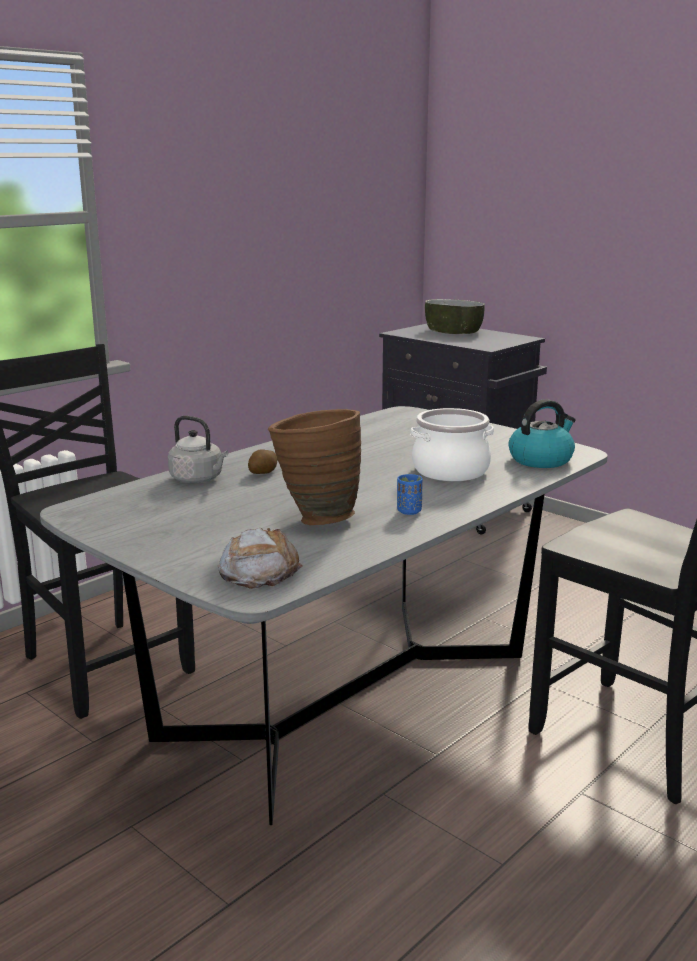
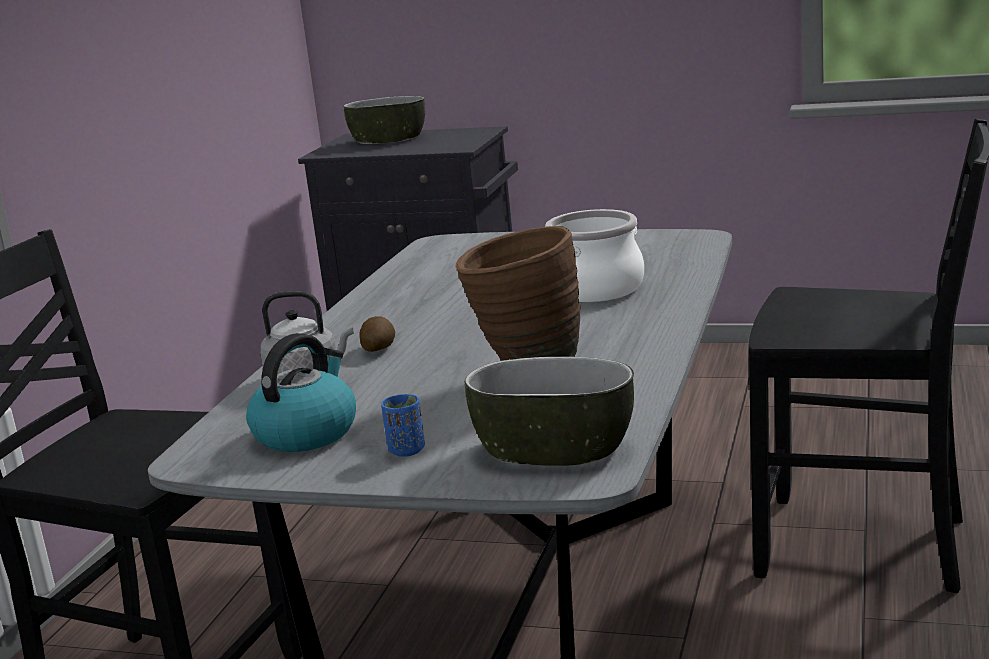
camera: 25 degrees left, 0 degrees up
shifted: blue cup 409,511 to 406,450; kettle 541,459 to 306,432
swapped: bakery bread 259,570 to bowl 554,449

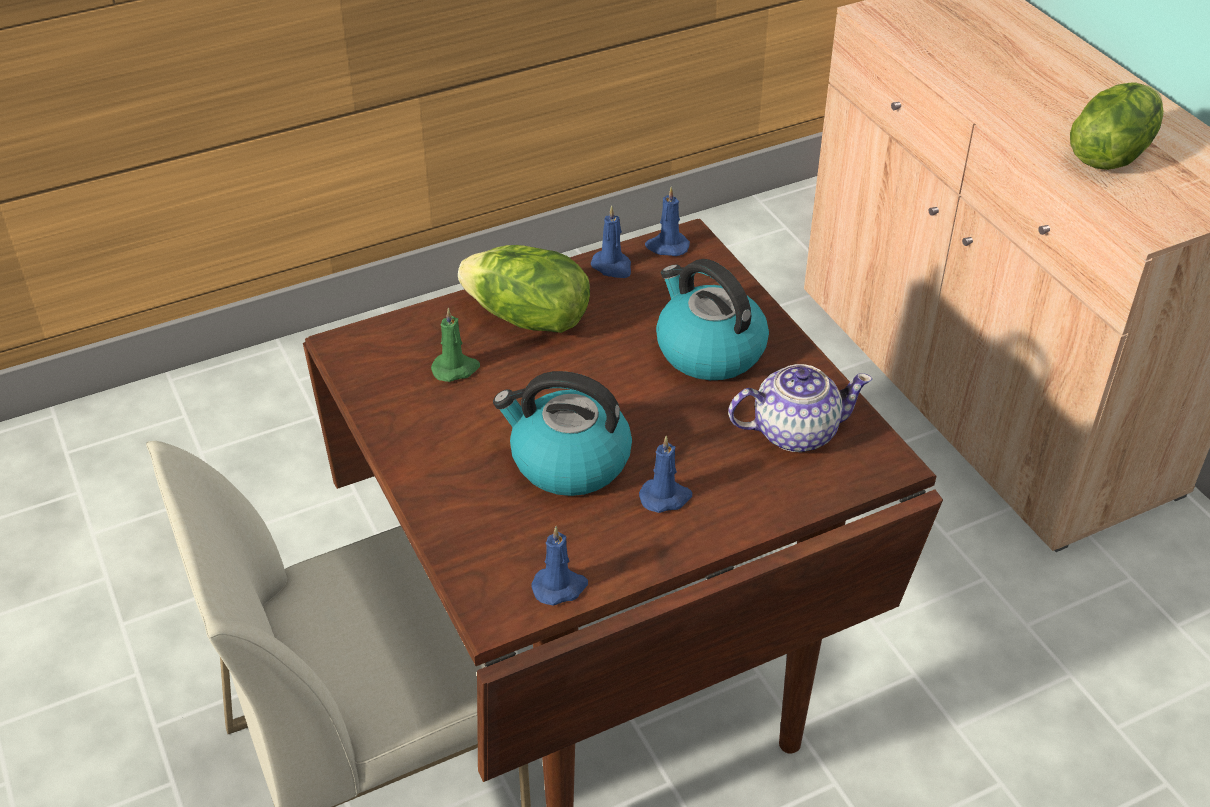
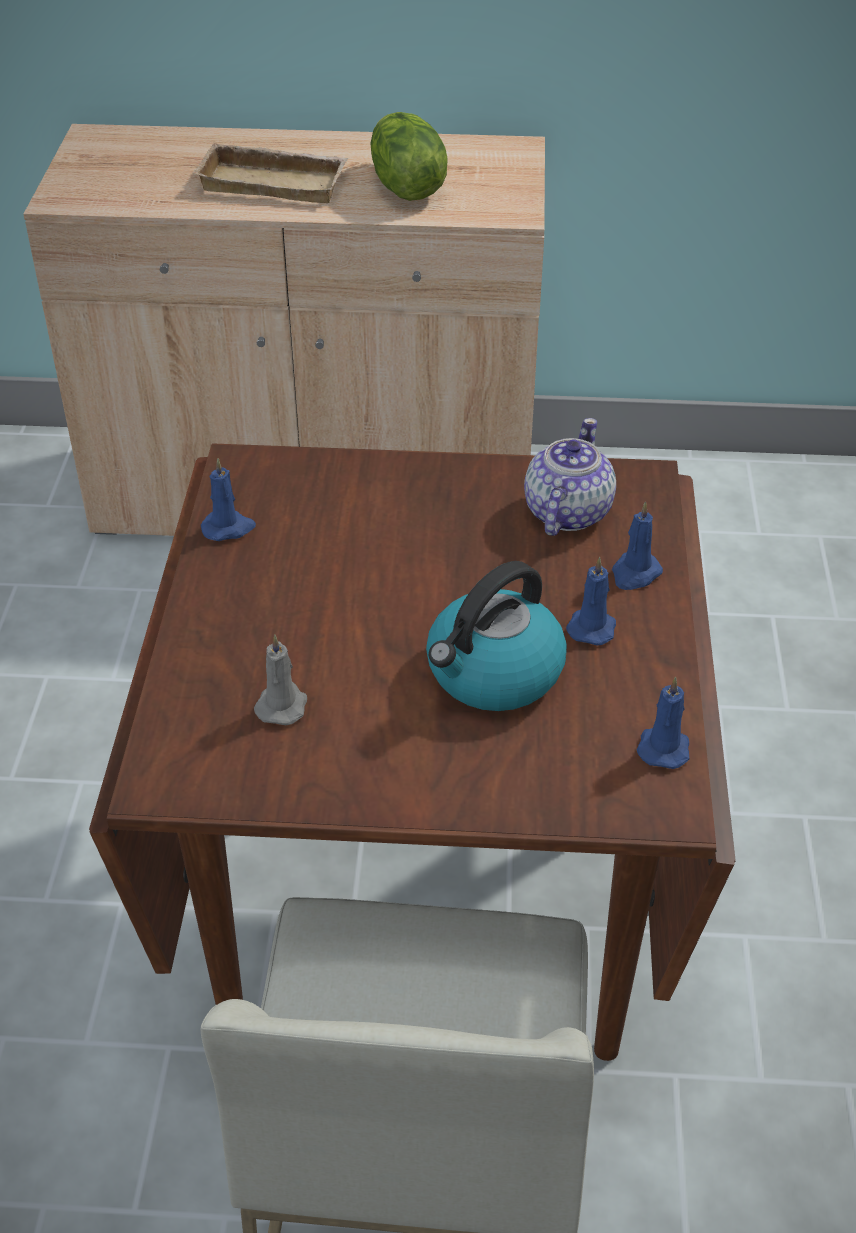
camera: 60 degrees left, 0 degrees up
gone: lettuce head 528,319; kettle 708,350
new: beige tray 275,182
shifted: blue candle 667,246 to 635,574
repainted: greenish candle 456,369 to grey candle 282,705

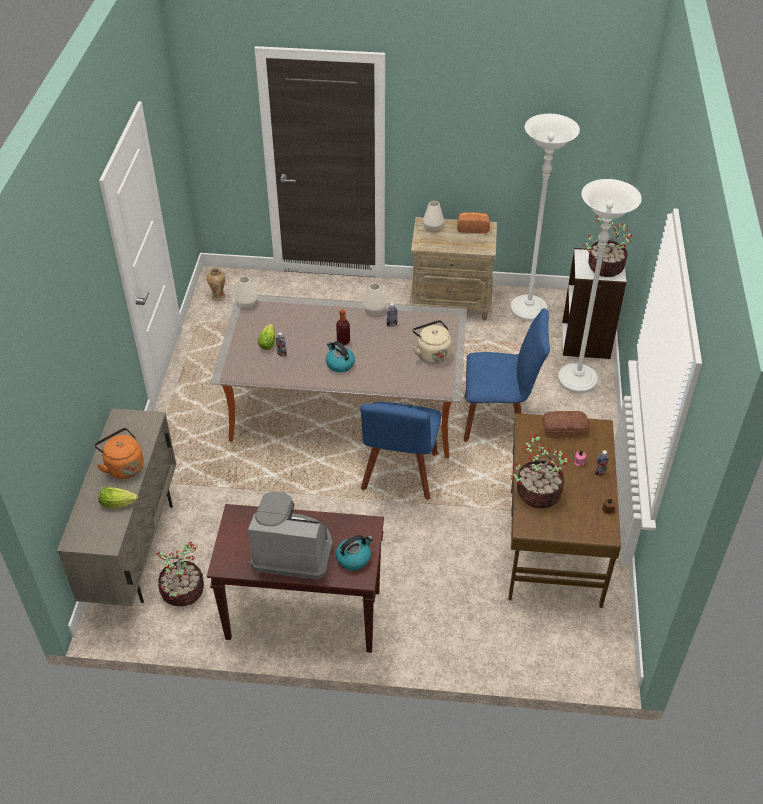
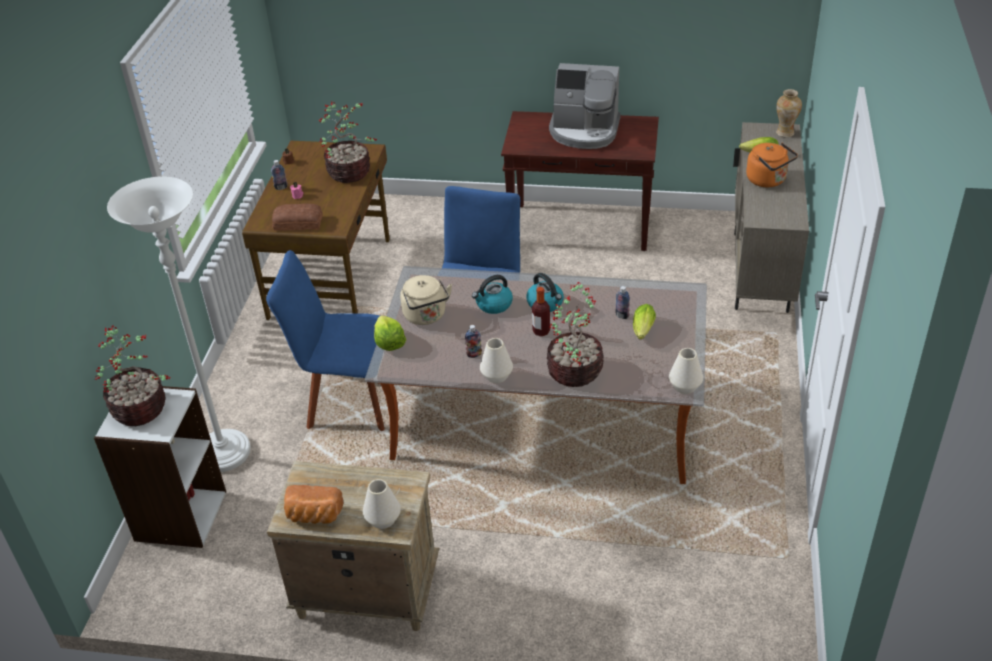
camera: 175 degrees left, 5 degrees down
gone: whitish standard lamp 528,310
new: lettuce head 389,342
shifted: potted plant 182,592 to 575,369; decorative vase 218,296 to 785,133; kettle 354,558 to 493,305

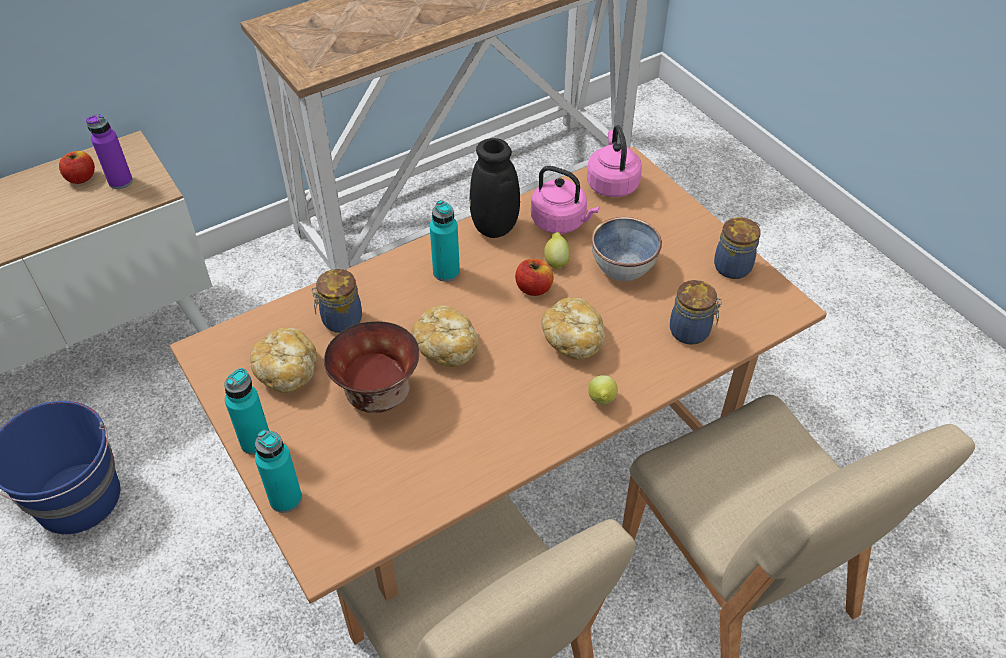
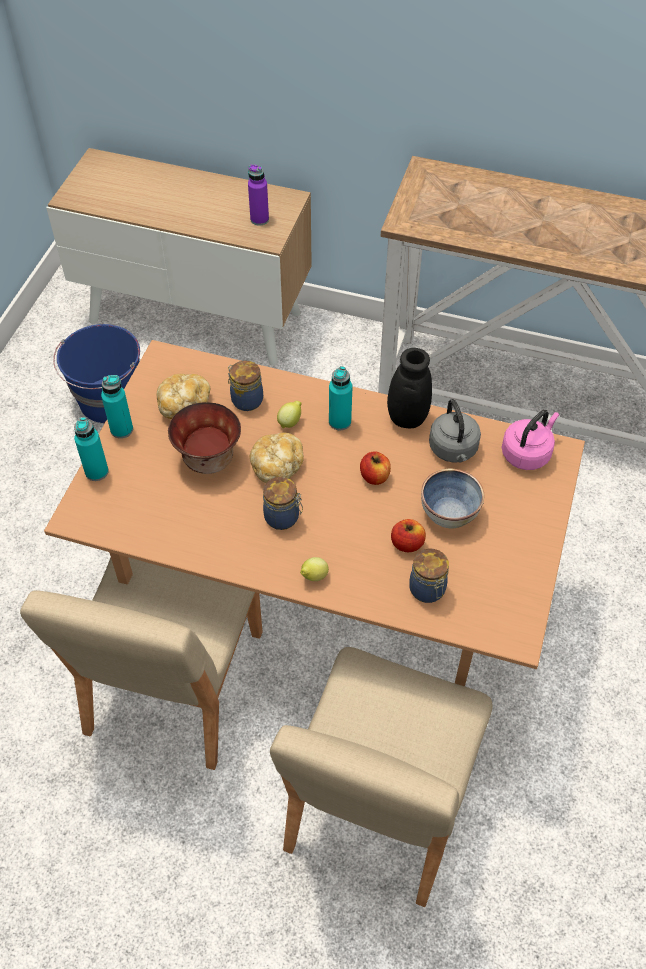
camera: 50 degrees right, 5 degrees up
gone: bakery bread 573,339
shifted: apple 81,178 to 407,543; lemon 556,261 to 290,422; jar 734,266 to 283,517
repainted: pink kettle 561,222 to grey kettle 453,450

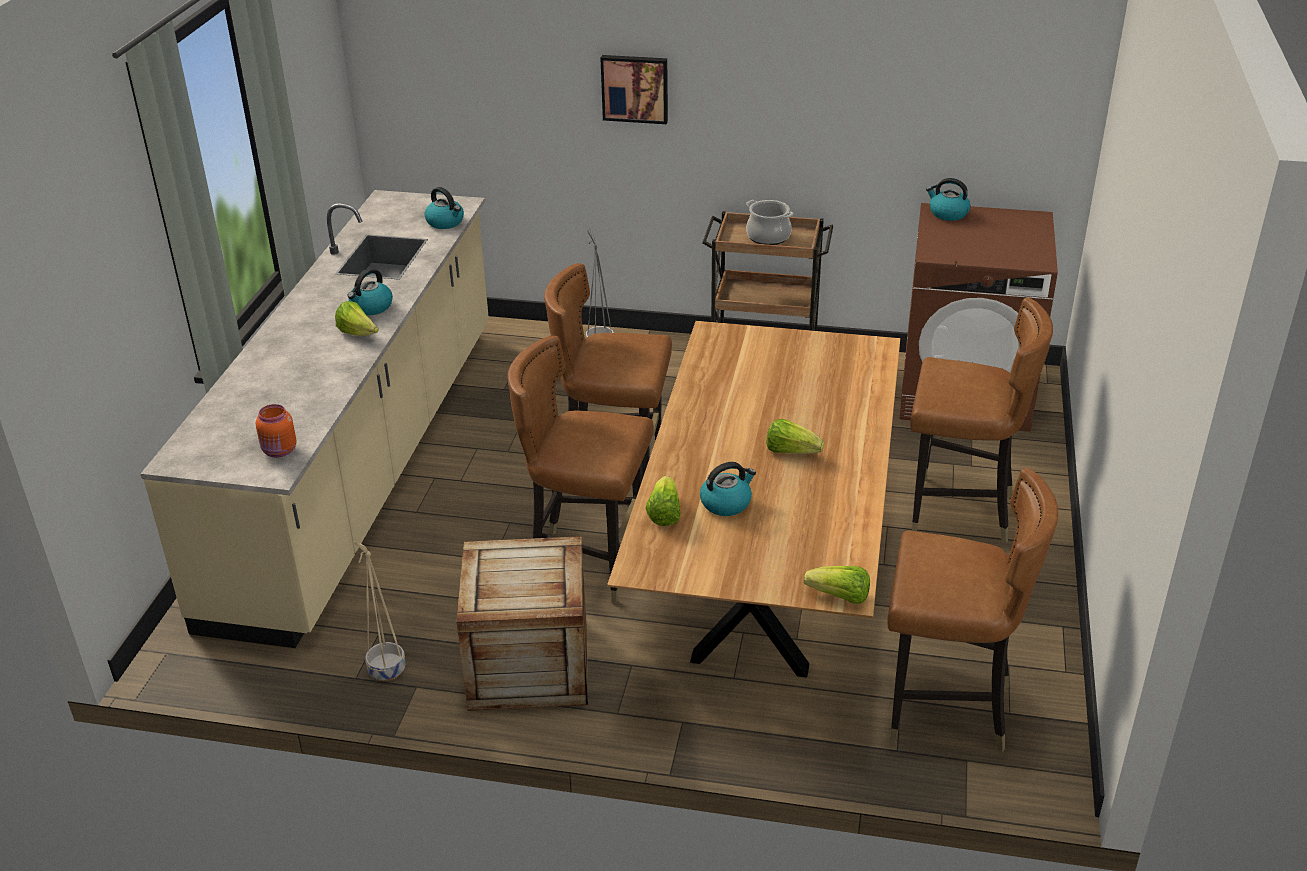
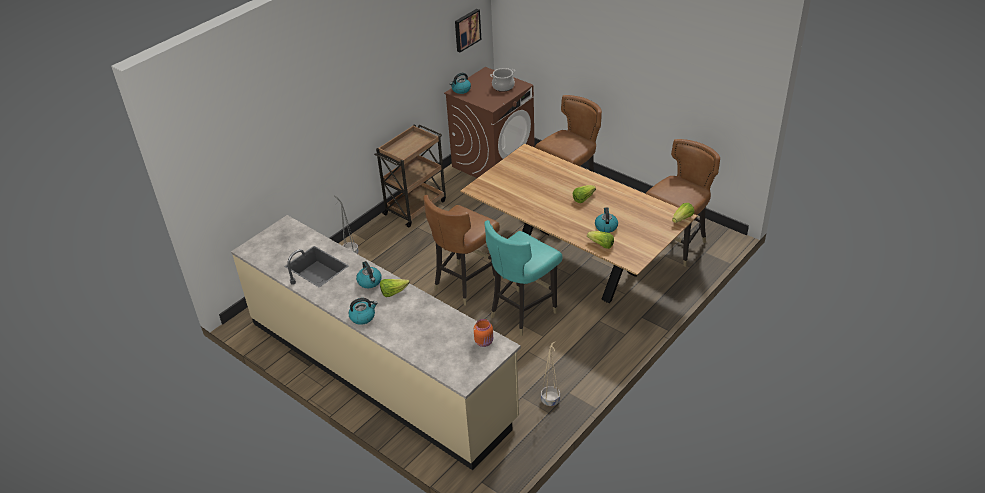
camera: 60 degrees left, 5 degrees up
gone: shipping crate 529,665
shifted: kettle 446,222 to 363,317; wall picture 635,88 to 466,30; cooking pot 768,237 to 503,86
repainted: brown chair 588,563 to turquoise chair 522,312

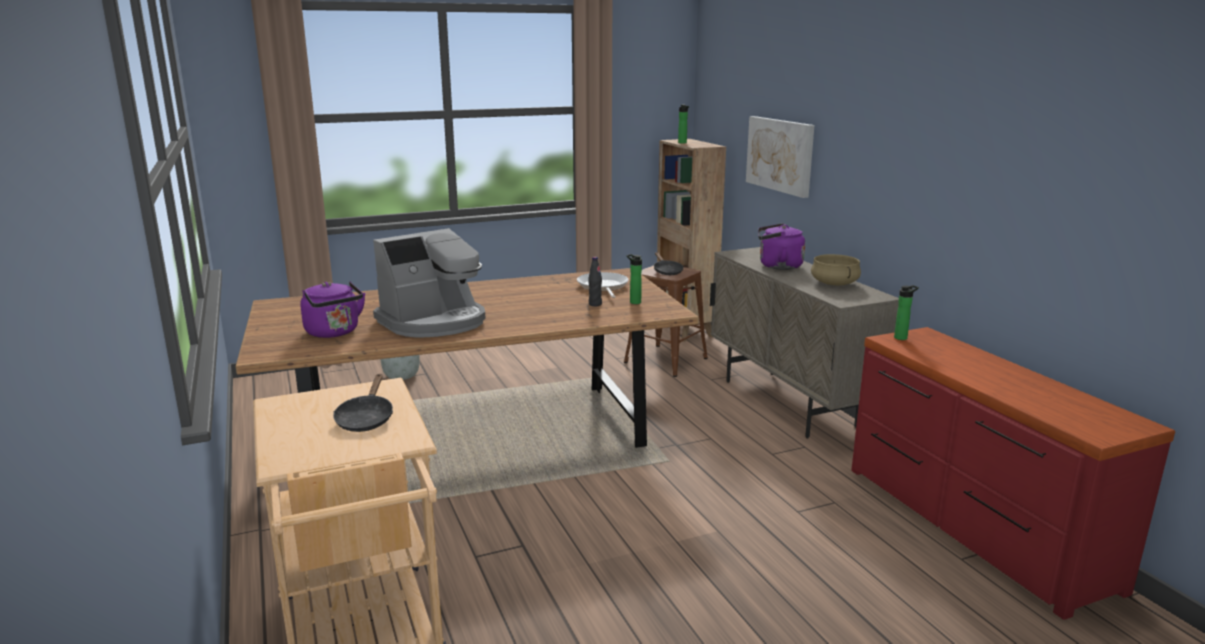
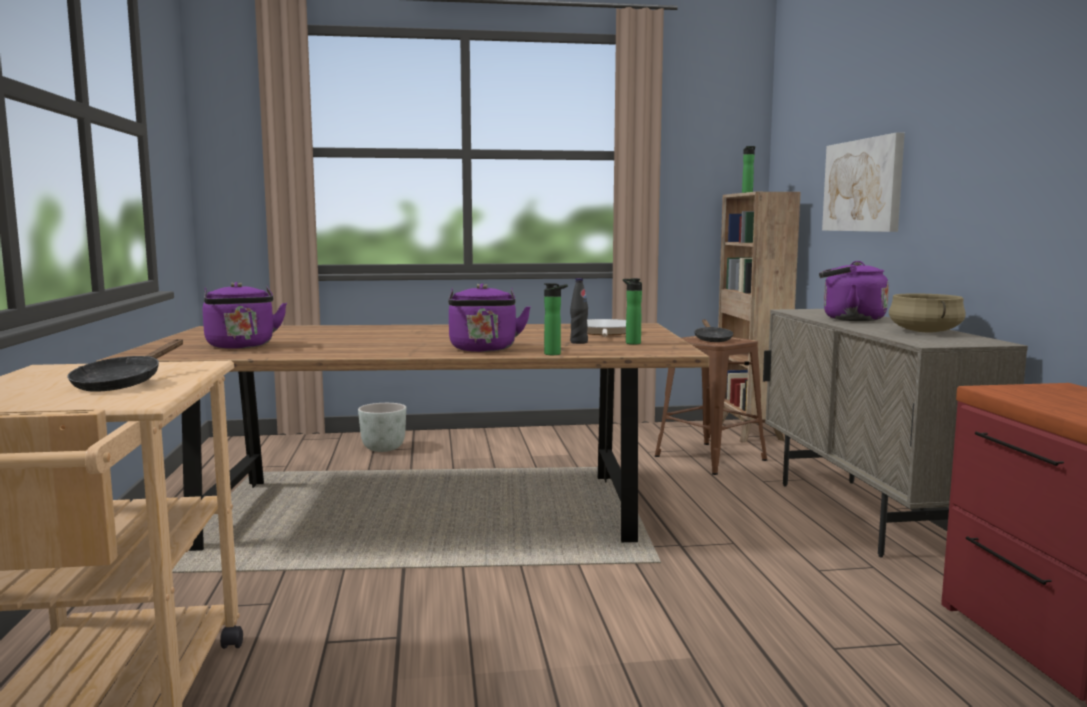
camera: 15 degrees right, 10 degrees down
gone: coffee maker 434,322
new: purple kettle 484,349
shifted: bottle 902,337 to 555,354

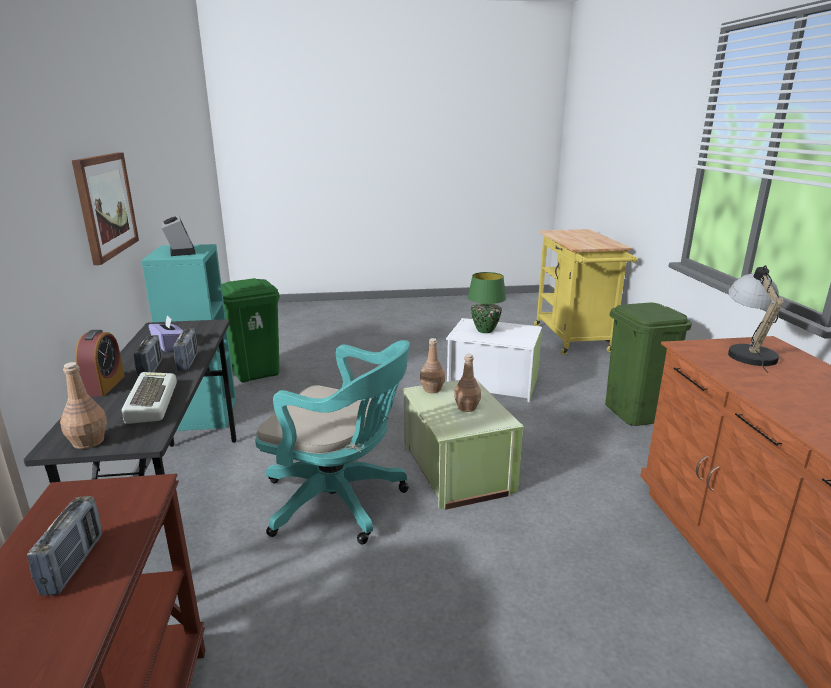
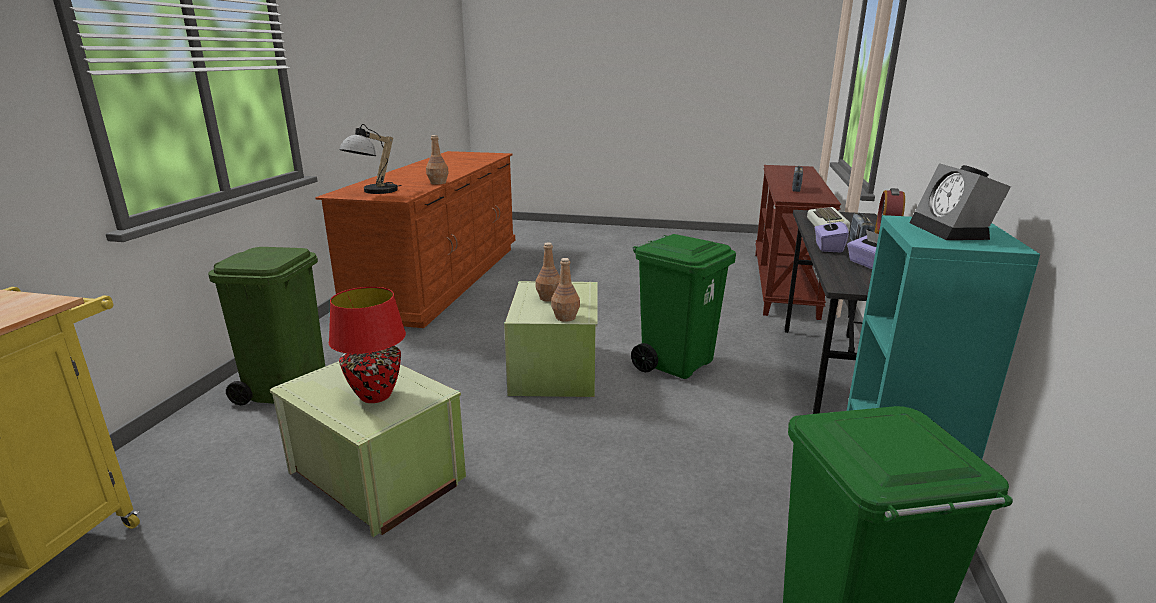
camera: 160 degrees left, 0 degrees up
gone: wall picture 105,205
shifted: brown bottle 88,442 to 438,183
swapped: radio 188,362 to purple tissue holder 828,247; turquoise desk chair 340,502 to greenish waste bin 676,363
repainted: whitish storage container 492,382 to greenish storage container 375,477; greenish tabletop lamp 485,330 to red-coloured tabletop lamp 376,395

